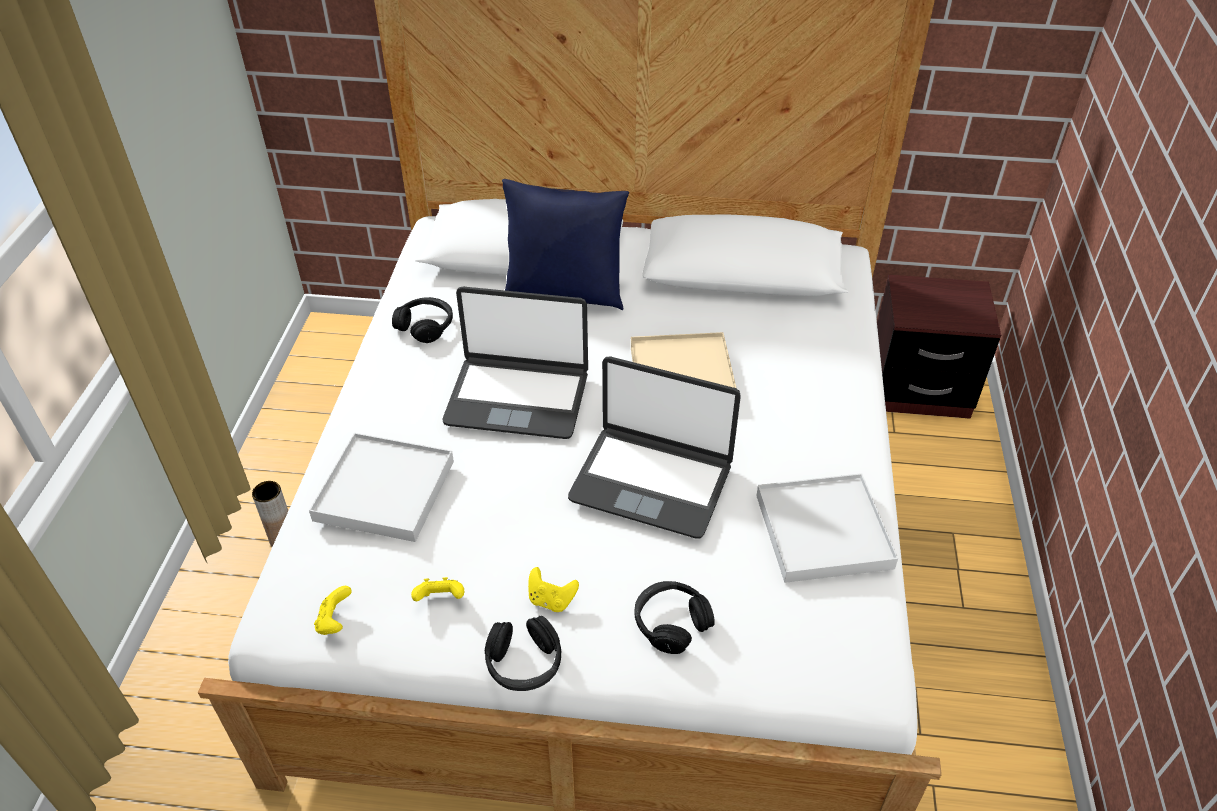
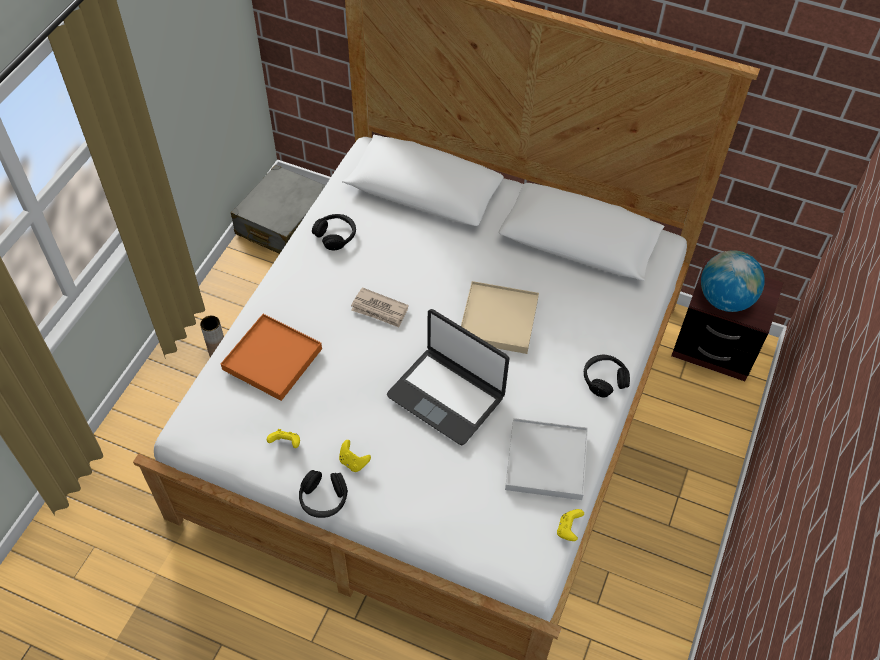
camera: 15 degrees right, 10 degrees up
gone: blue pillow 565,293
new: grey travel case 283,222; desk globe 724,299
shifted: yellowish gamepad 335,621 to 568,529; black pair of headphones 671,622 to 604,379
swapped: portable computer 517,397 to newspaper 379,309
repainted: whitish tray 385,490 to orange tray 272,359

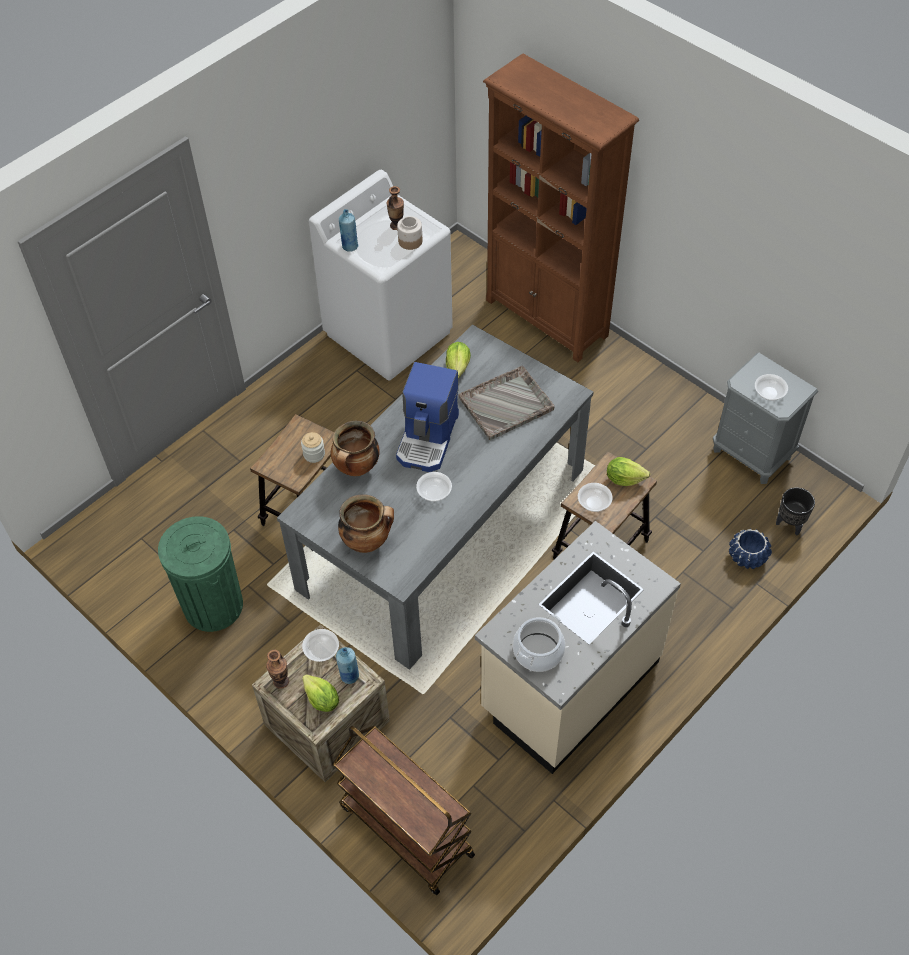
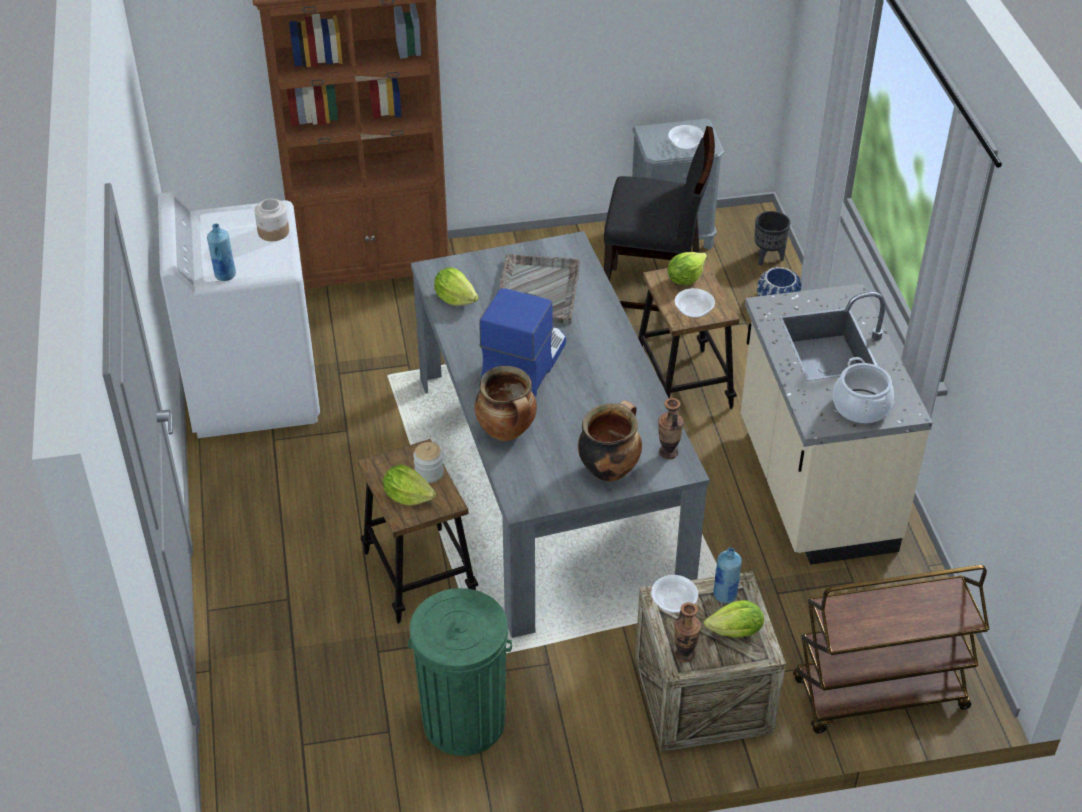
camera: 55 degrees left, 10 degrees down
gone: bowl 434,492
new: lettuce head 408,496; black chair 653,299
shifted: decorative vase 396,225 to 668,452
rotated: coffee maker 428,438 = 523,362 120 degrees counterclockwise

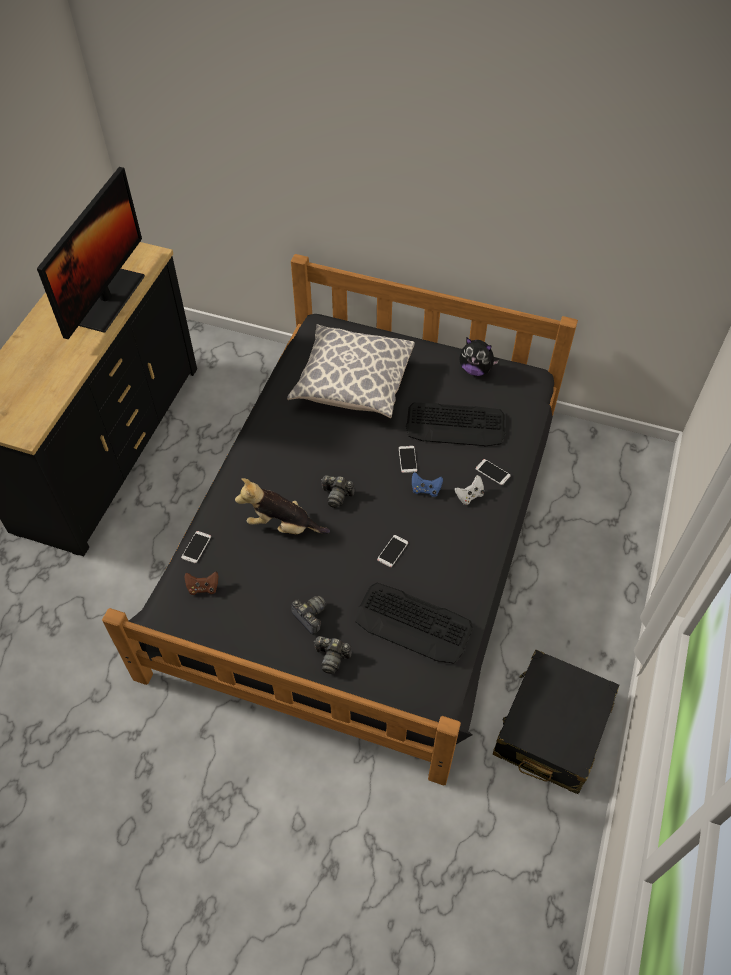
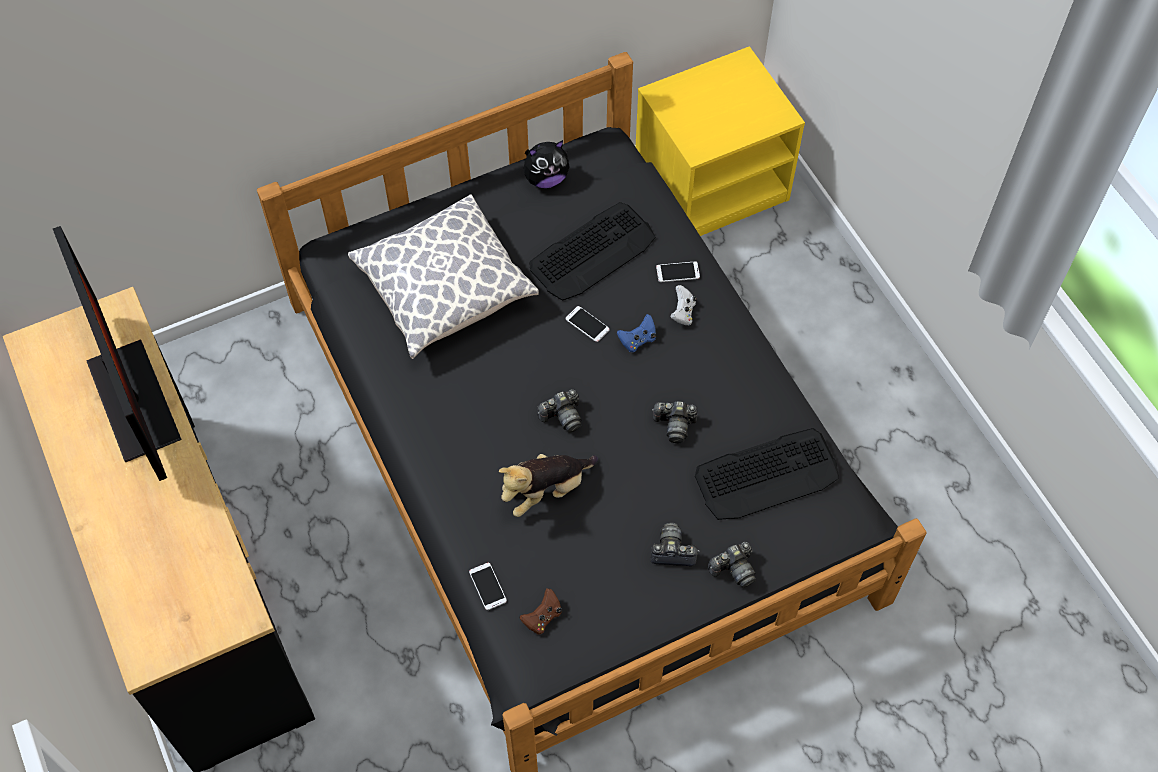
camera: 45 degrees left, 5 degrees up
gone: black travel case 551,729
new: yellowish nightstand 711,183
swapped: telephone 392,551 to still camera 674,425

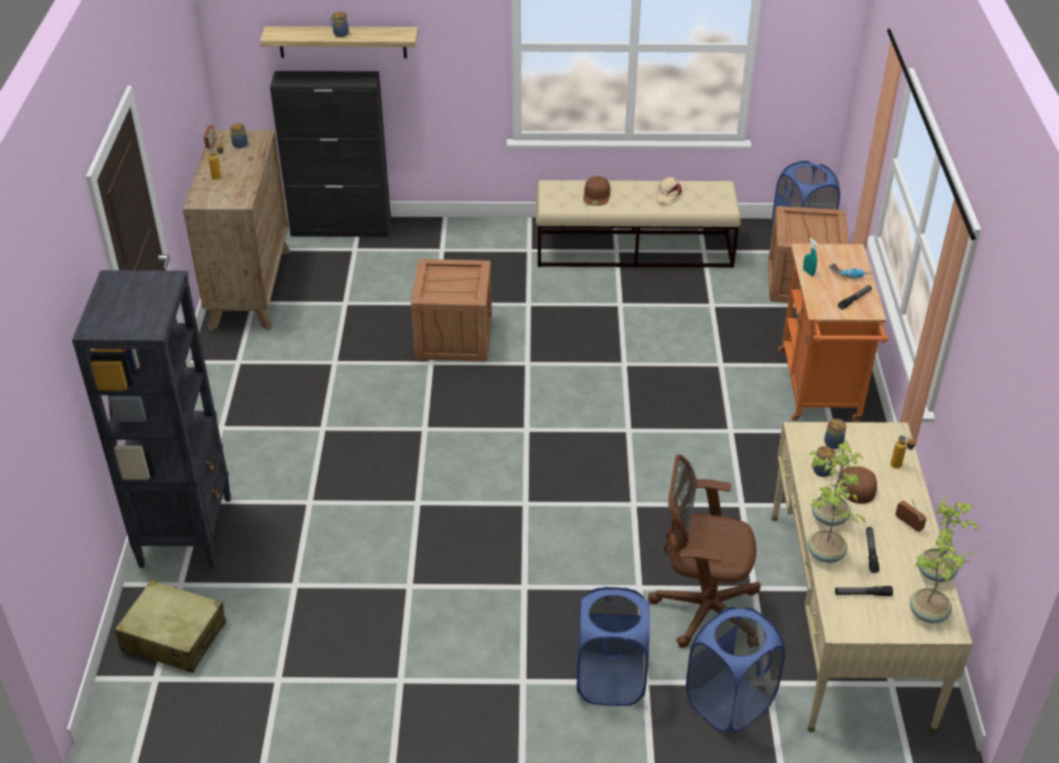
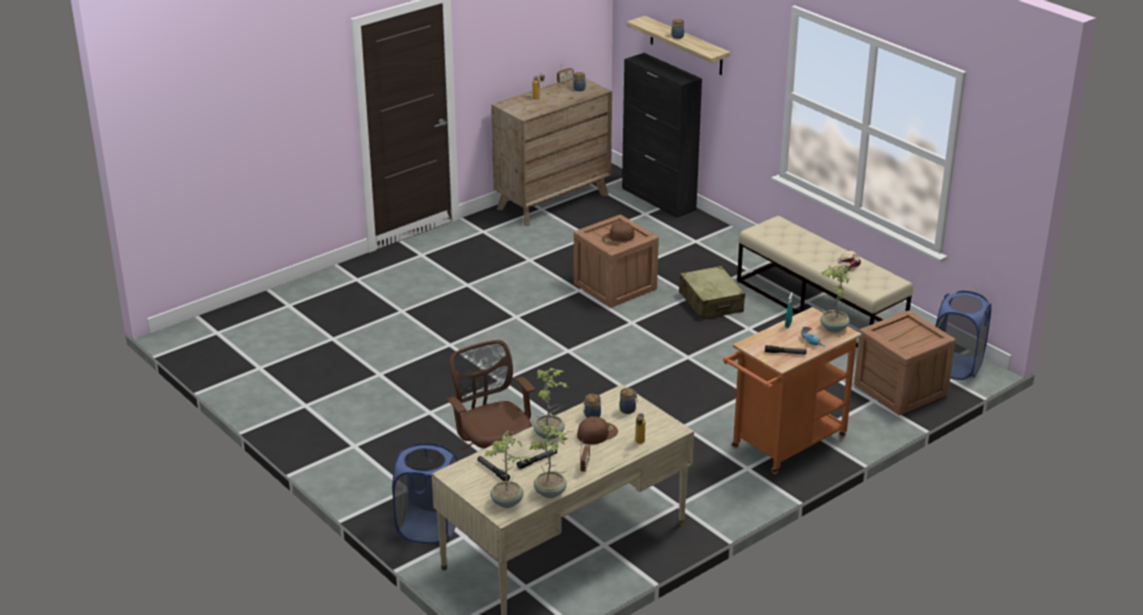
camera: 50 degrees right, 10 degrees down
gone: black bookcase 186,531; blue laundry basket 610,680
shifted: beige travel case 174,636 to 711,302; brown peaked cap 597,195 to 618,237; potted plant 825,555 to 833,328

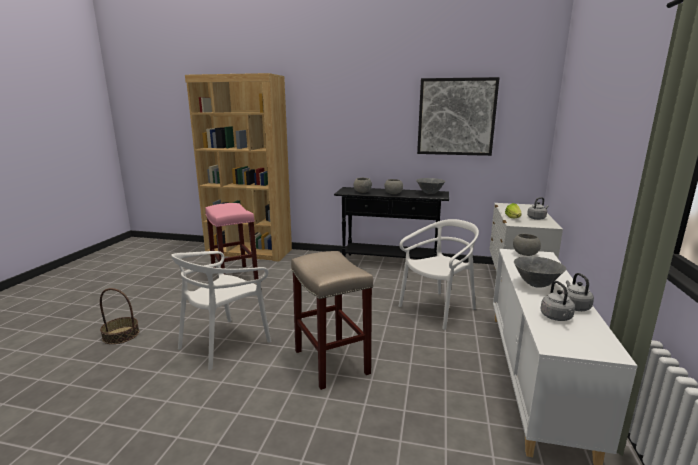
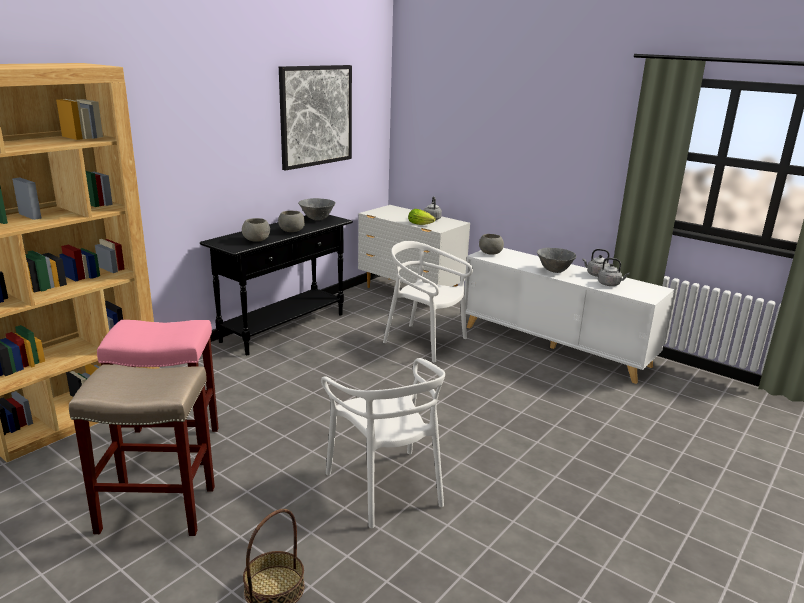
camera: 65 degrees left, 5 degrees up
shifted: beige sitting stool 332,362 to 159,509
rotated: whitish chair 438,309 = 425,342 45 degrees counterclockwise

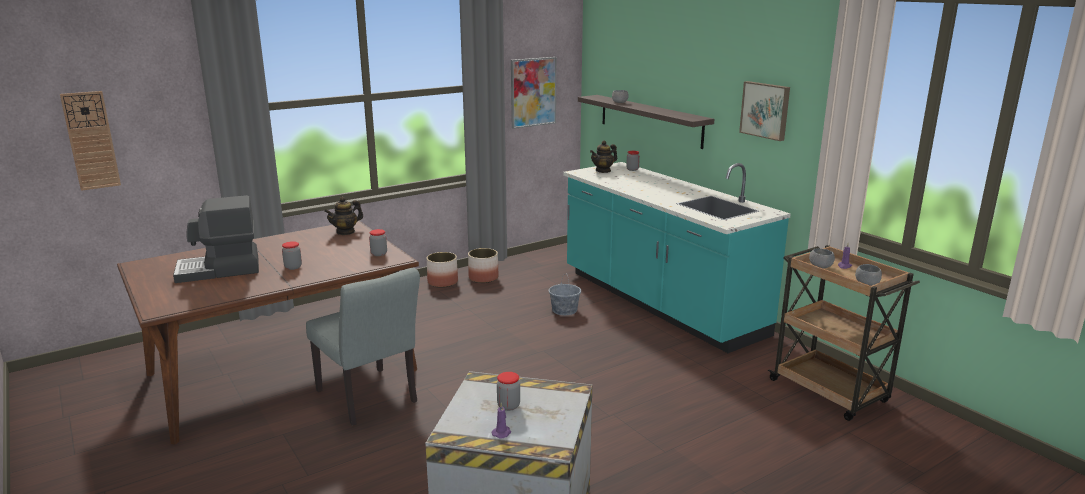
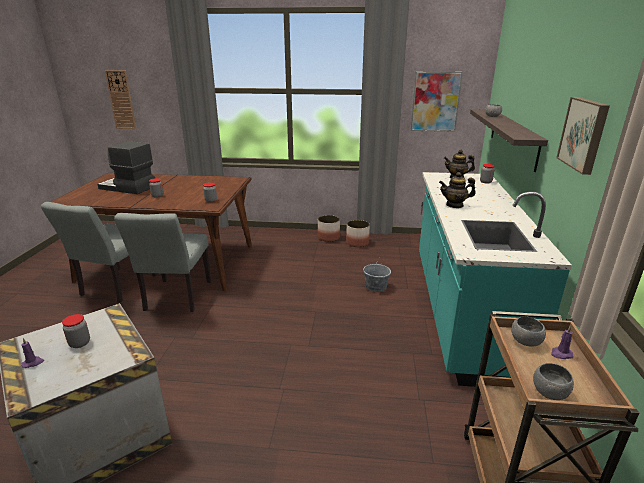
camera: 40 degrees right, 5 degrees up
new: grey chair 115,288
shifted: pot for tea 346,232 to 454,205

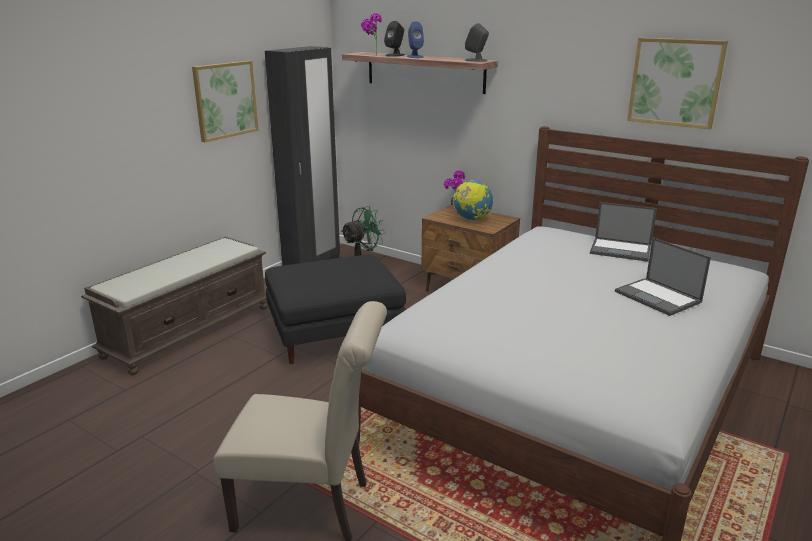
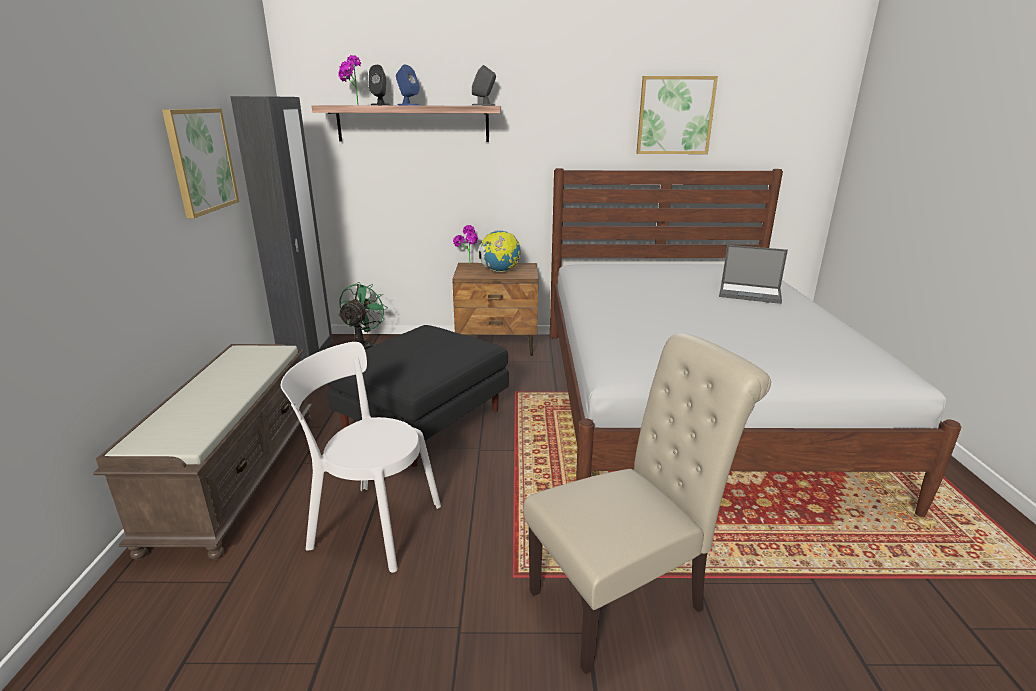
camera: 35 degrees left, 0 degrees up
gone: portable computer 621,250
new: whitish chair 371,524

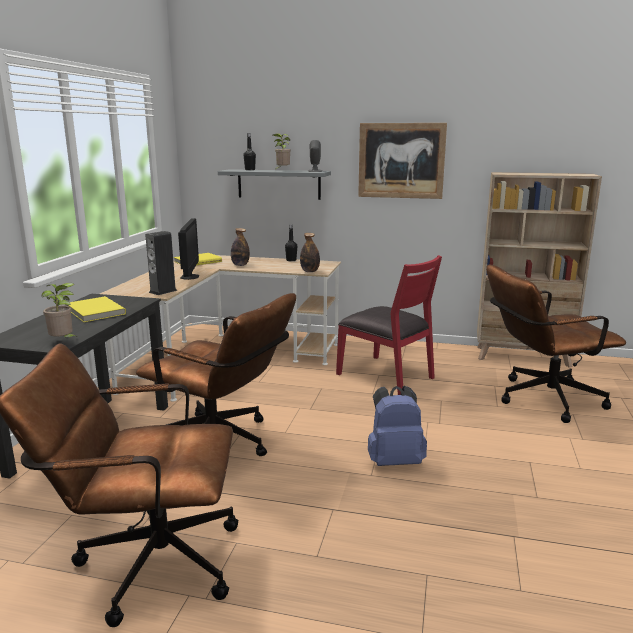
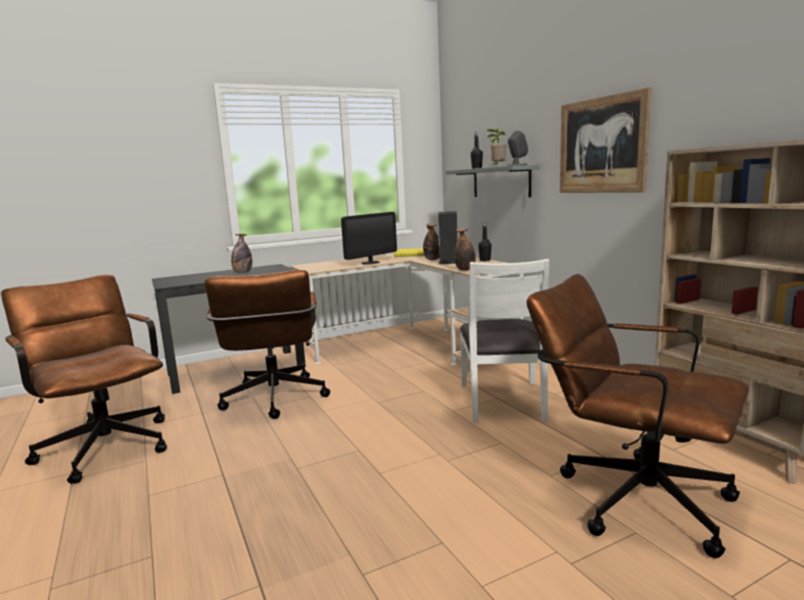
camera: 50 degrees right, 5 degrees down
gone: potted plant 63,341; blue rucksack 394,461
shifted: speaker 163,291 to 448,262
swapped: yellowish bound book 94,312 to bottle 243,273
repainted: red-coloured chair 386,375 to whitish chair 503,401

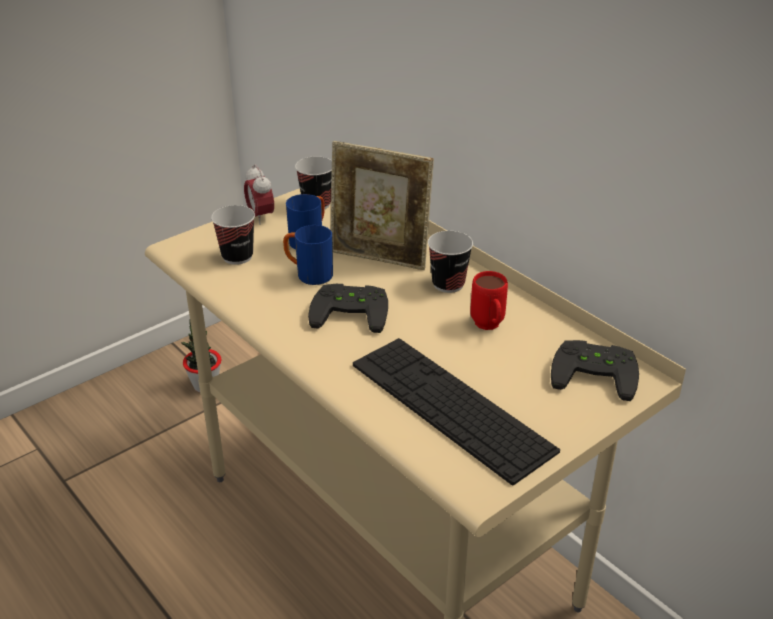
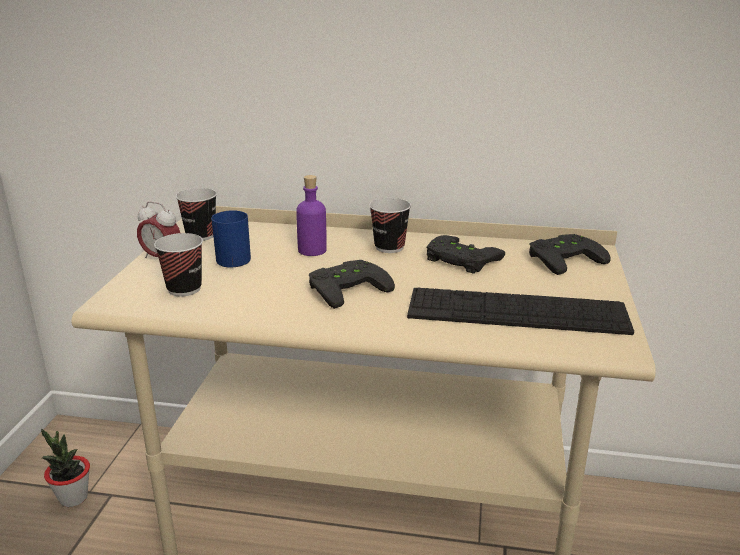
camera: 40 degrees left, 10 degrees down
gone: blue tea mug 308,274
swapped: photo frame 380,258 to purple bottle 312,250; red-coloured tea mug 489,327 to black gamepad 460,260

